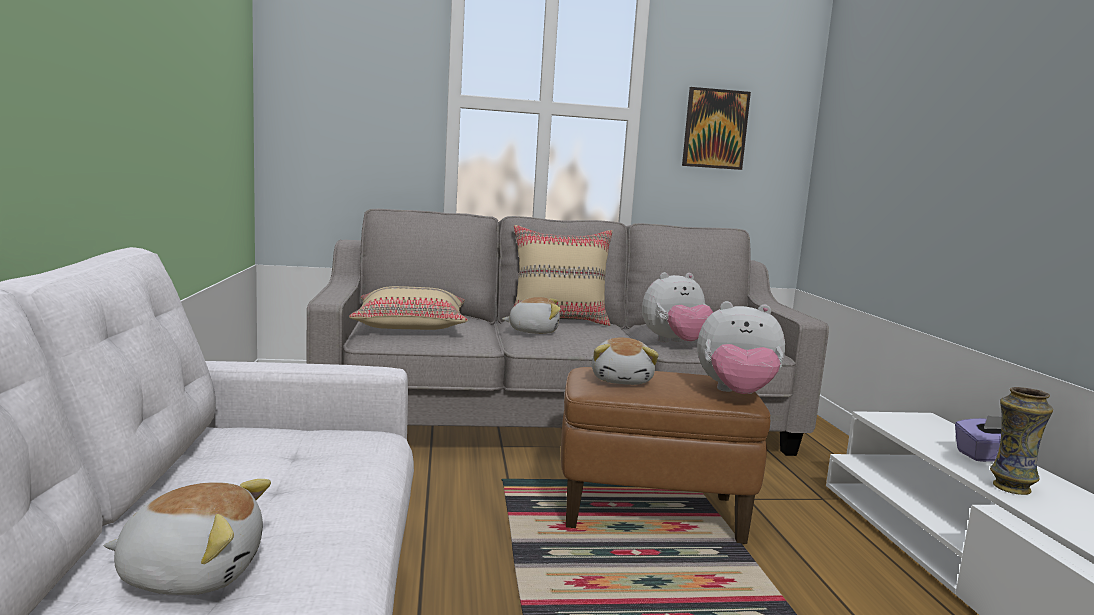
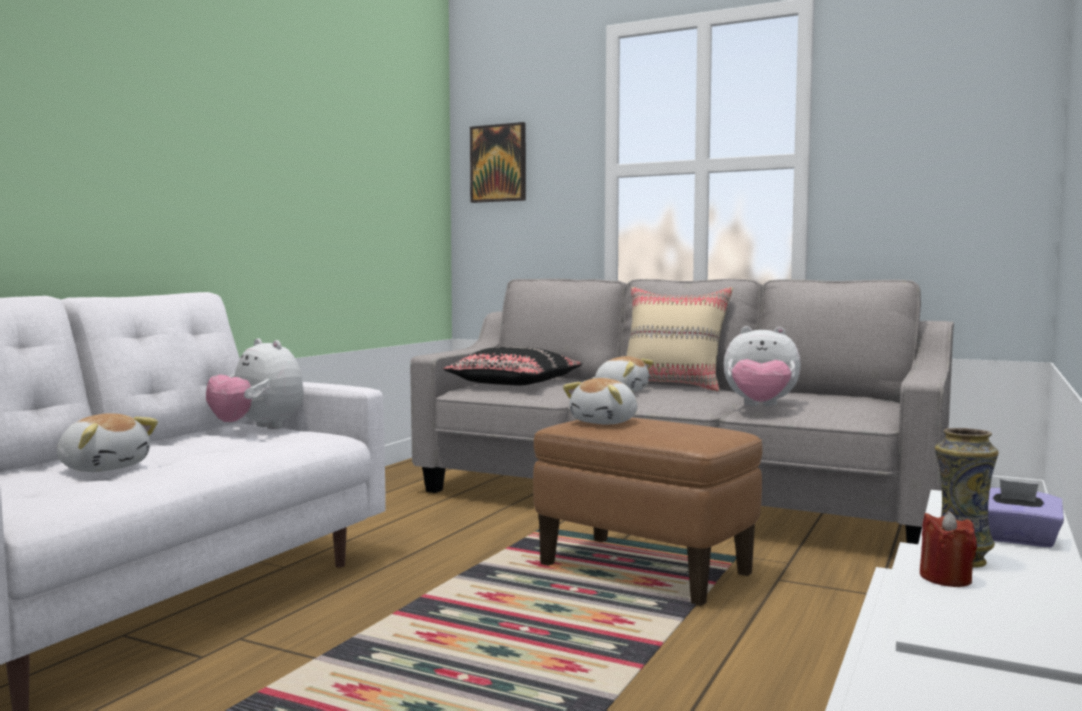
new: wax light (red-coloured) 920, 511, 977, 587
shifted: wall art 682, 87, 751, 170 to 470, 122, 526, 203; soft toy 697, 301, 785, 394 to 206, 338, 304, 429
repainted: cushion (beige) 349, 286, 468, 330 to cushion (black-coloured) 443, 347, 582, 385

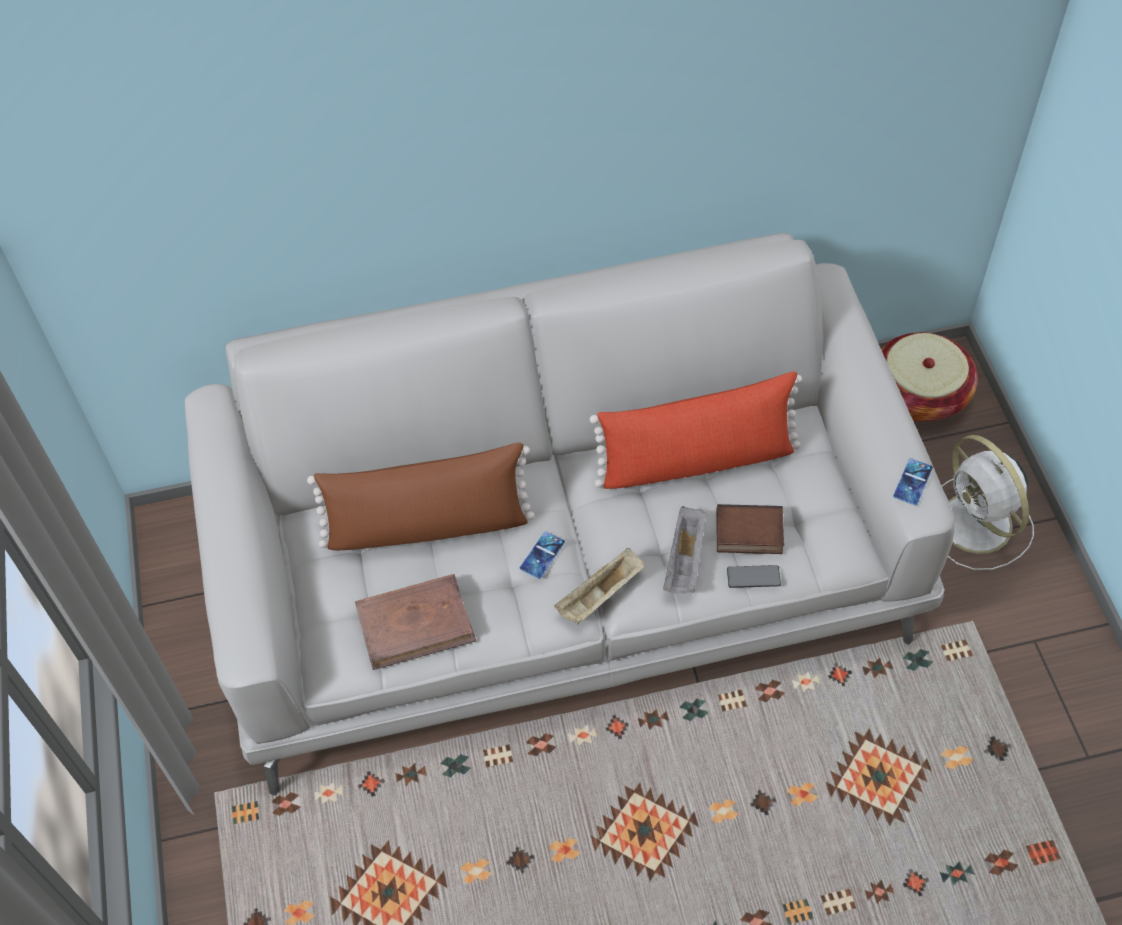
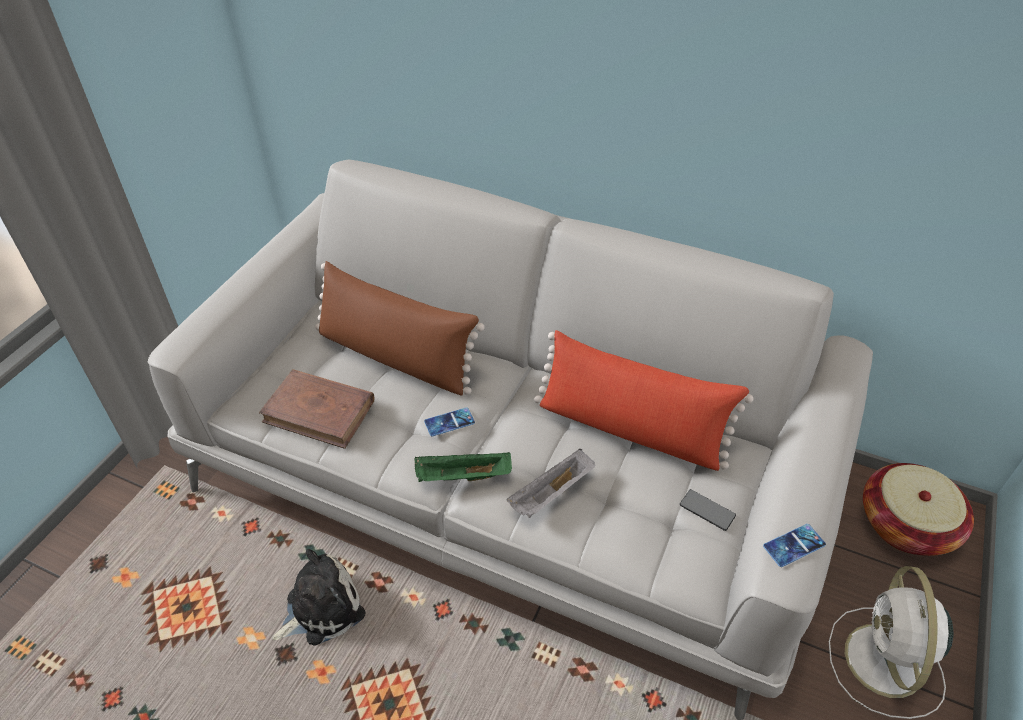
gone: book 716, 504, 784, 554
new: soft toy 272, 549, 365, 646
shifted: telephone 727, 565, 781, 588 to 680, 489, 736, 531
repainted: serving tray (beige) 554, 548, 644, 625 to serving tray (green) 414, 452, 512, 482

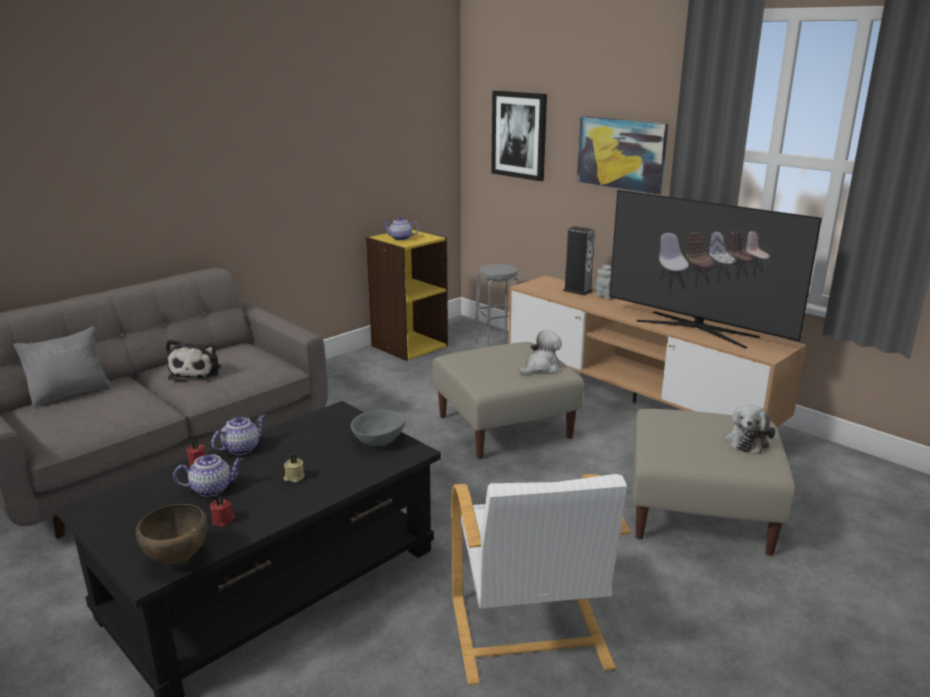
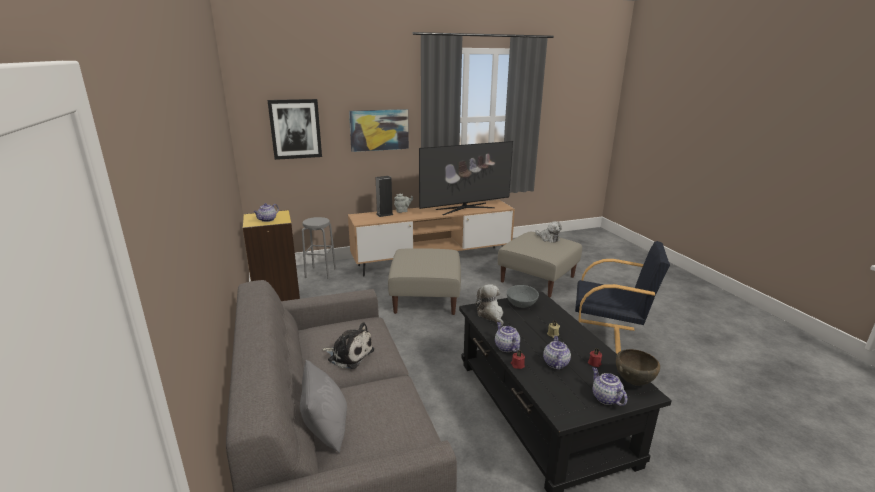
new: tea pot 592, 367, 628, 406
shifted: soft toy 519, 330, 562, 376 to 475, 284, 504, 325
repainted: lounge chair (whitish) 451, 474, 631, 685 to lounge chair (black-coloured) 575, 241, 670, 354

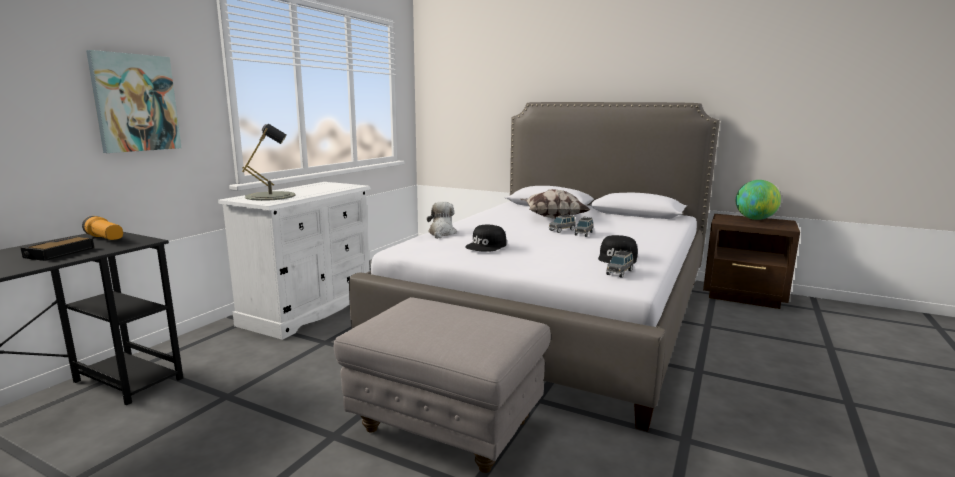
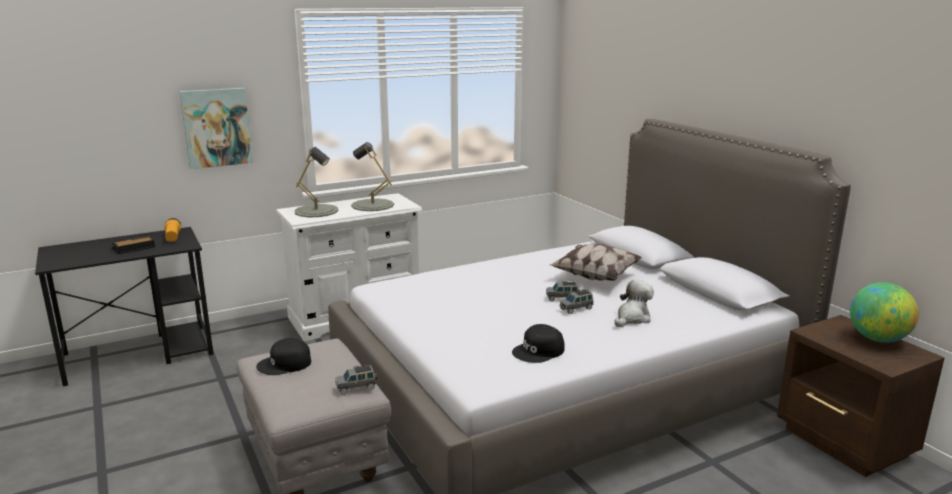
new: table lamp (gray) 351, 142, 394, 211
shifted: soft toy 427, 201, 457, 239 to 614, 280, 654, 327; baseball cap (black-coloured) 465, 224, 507, 252 to 256, 338, 311, 375; model car (gray) 606, 250, 633, 278 to 336, 364, 377, 395

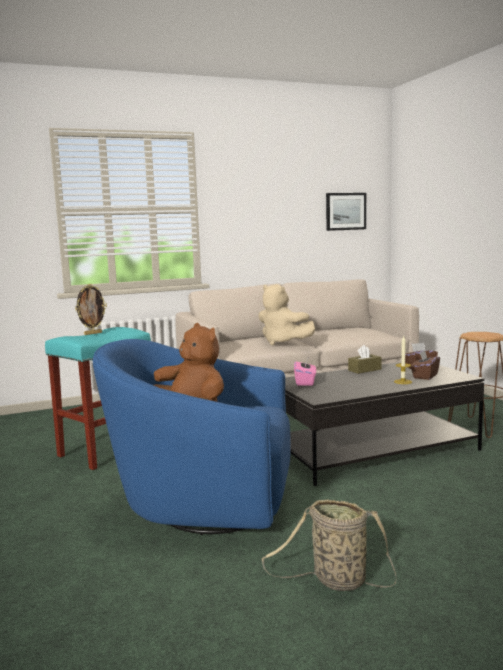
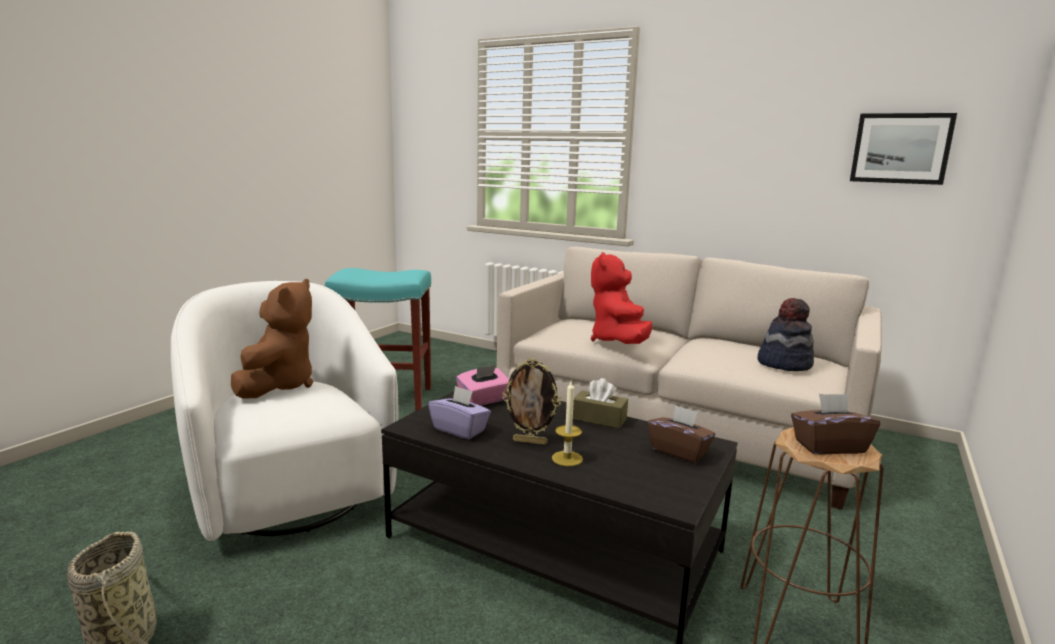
new: tissue box (purple-coloured) 428, 386, 491, 439; wearable hat 757, 298, 814, 371
shifted: standing frame 75, 284, 107, 335 to 502, 358, 561, 445; tissue box (brownish) 411, 350, 440, 380 to 791, 394, 880, 455
repainted: lounge chair (blue) 93, 339, 291, 535 to lounge chair (whitish) 171, 281, 398, 541; soft toy (beige) 258, 284, 315, 346 to soft toy (red-coloured) 591, 252, 652, 344

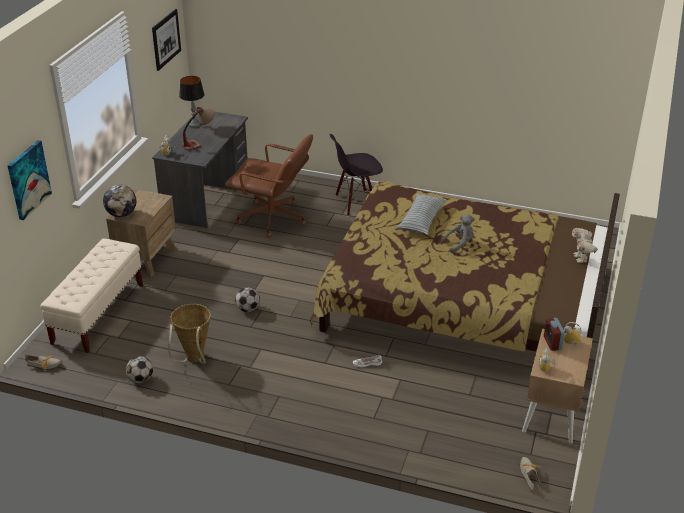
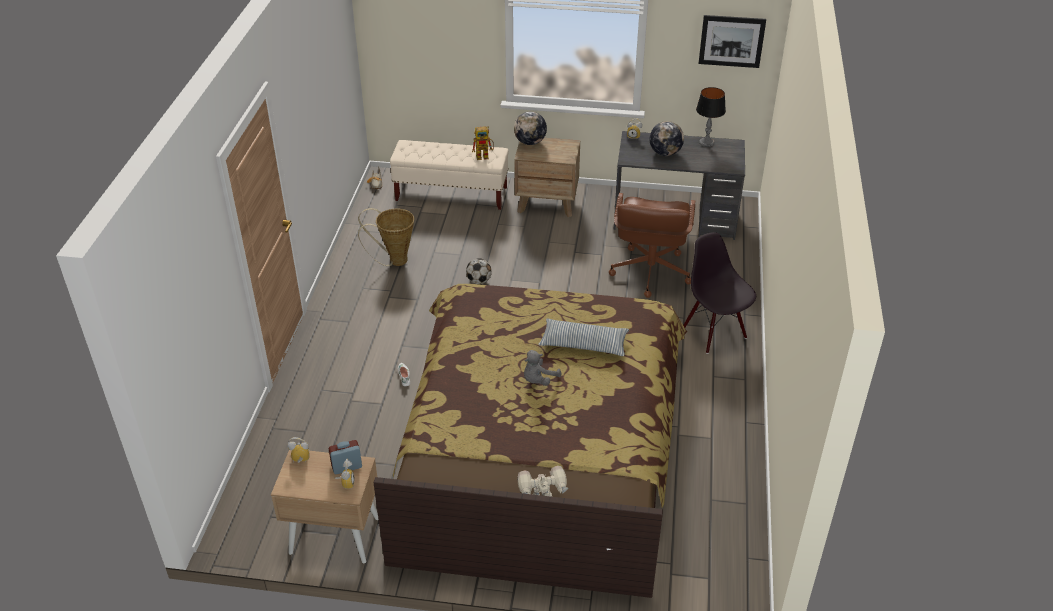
gone: wall art 7, 140, 52, 220; football 126, 356, 153, 383; shoe 519, 457, 540, 492
new: model robot 472, 126, 494, 160
swapped: table lamp 182, 107, 215, 151 to desk globe 650, 121, 684, 156
rotated: soft toy (gray) 441, 214, 475, 253 = 524, 350, 561, 386 75 degrees clockwise

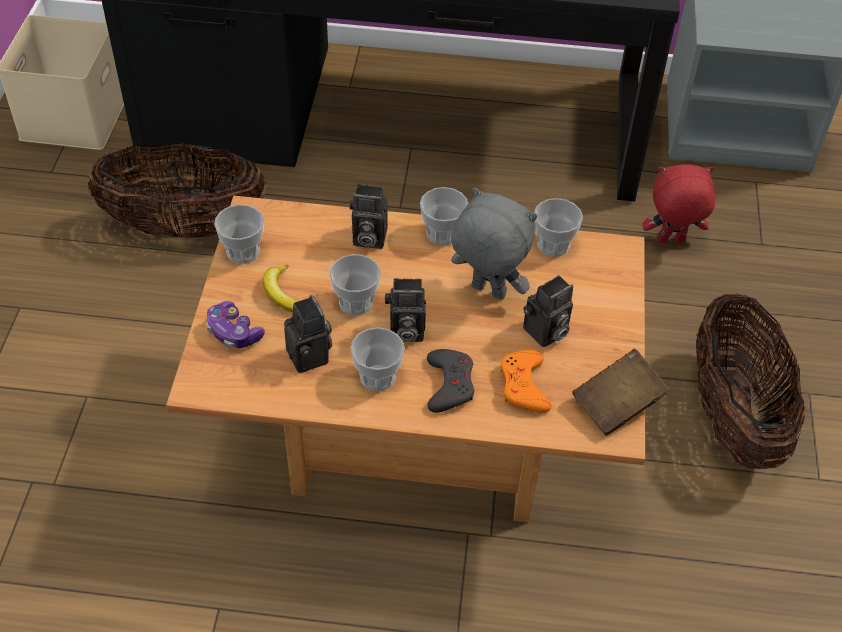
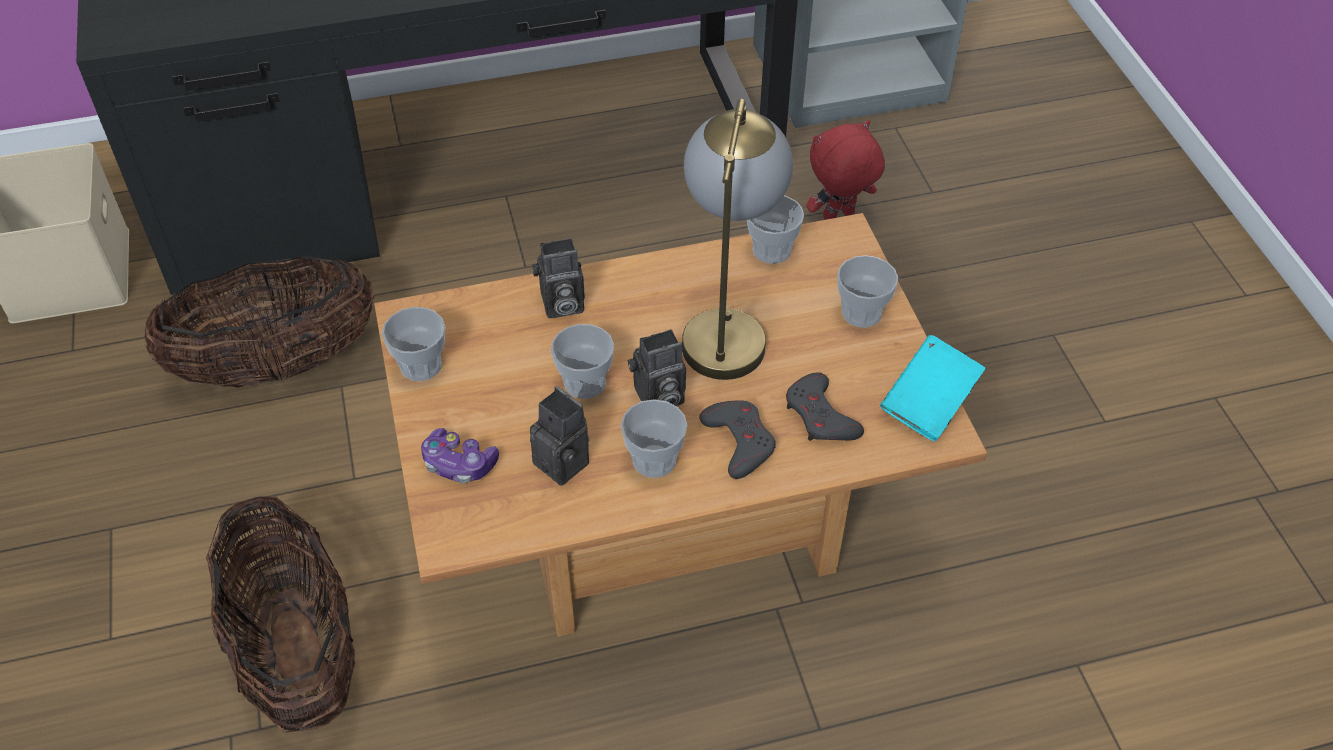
gone: banana fruit 263, 265, 298, 313; photo camera 523, 275, 573, 347
shifted: cup 420, 187, 468, 245 to 837, 255, 898, 328; basket 696, 294, 806, 469 to 206, 497, 355, 733
swapped: soft toy (gray) 451, 188, 537, 300 to table lamp 682, 99, 793, 380
repainted: game controller (orangey) 500, 350, 551, 413 to game controller (gray) 786, 373, 864, 441; book (brownish) 572, 349, 669, 436 to book (turquoise-coloured) 880, 335, 986, 441

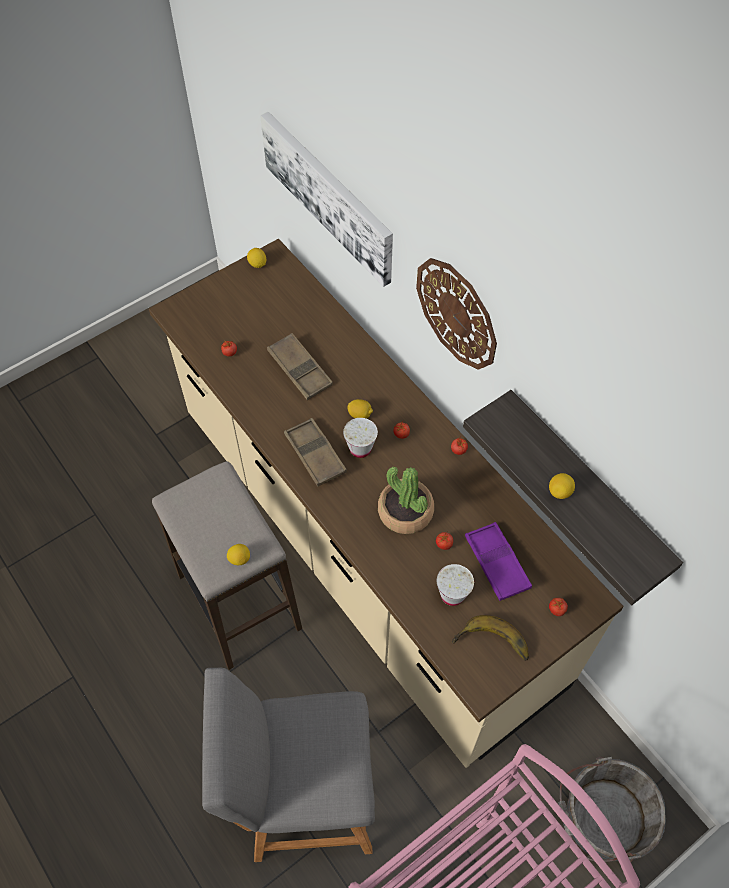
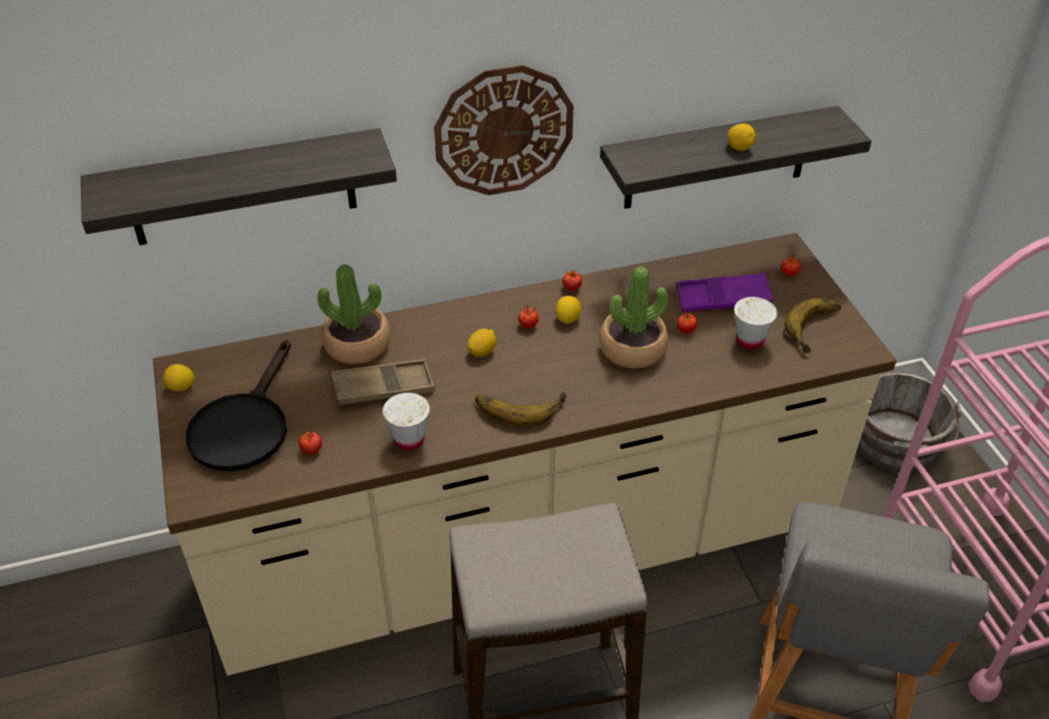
new: skillet (black-coloured) 186, 340, 291, 471; houseplant 317, 264, 391, 364
shifted: citrus fruit 227, 544, 250, 565 to 555, 296, 581, 324; cup (whitish) 343, 418, 378, 458 to 383, 393, 430, 450
swapped: wall art 260, 112, 393, 287 to wall shelf 81, 128, 397, 245; serving tray (brownish) 284, 418, 347, 487 to banana fruit 475, 392, 566, 426

